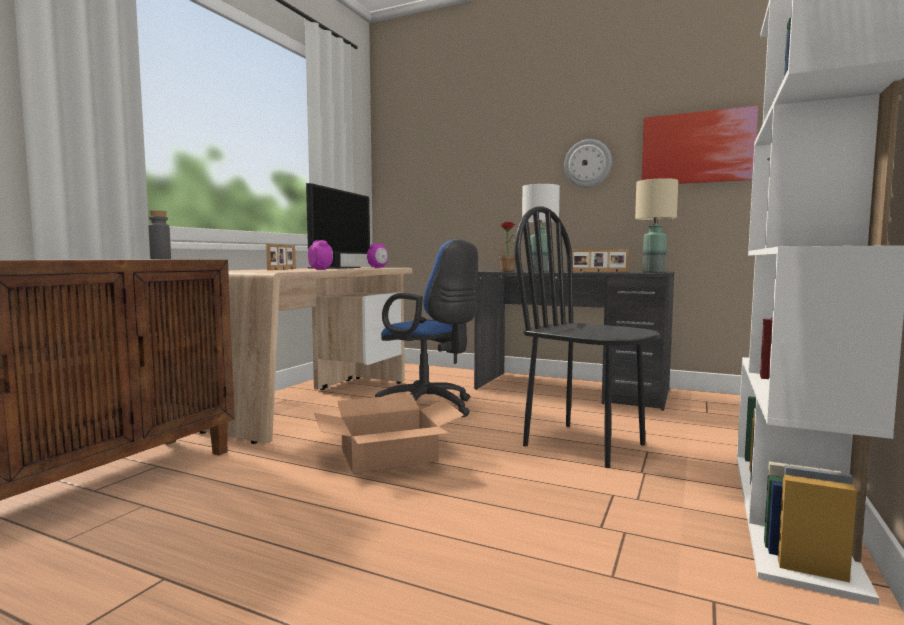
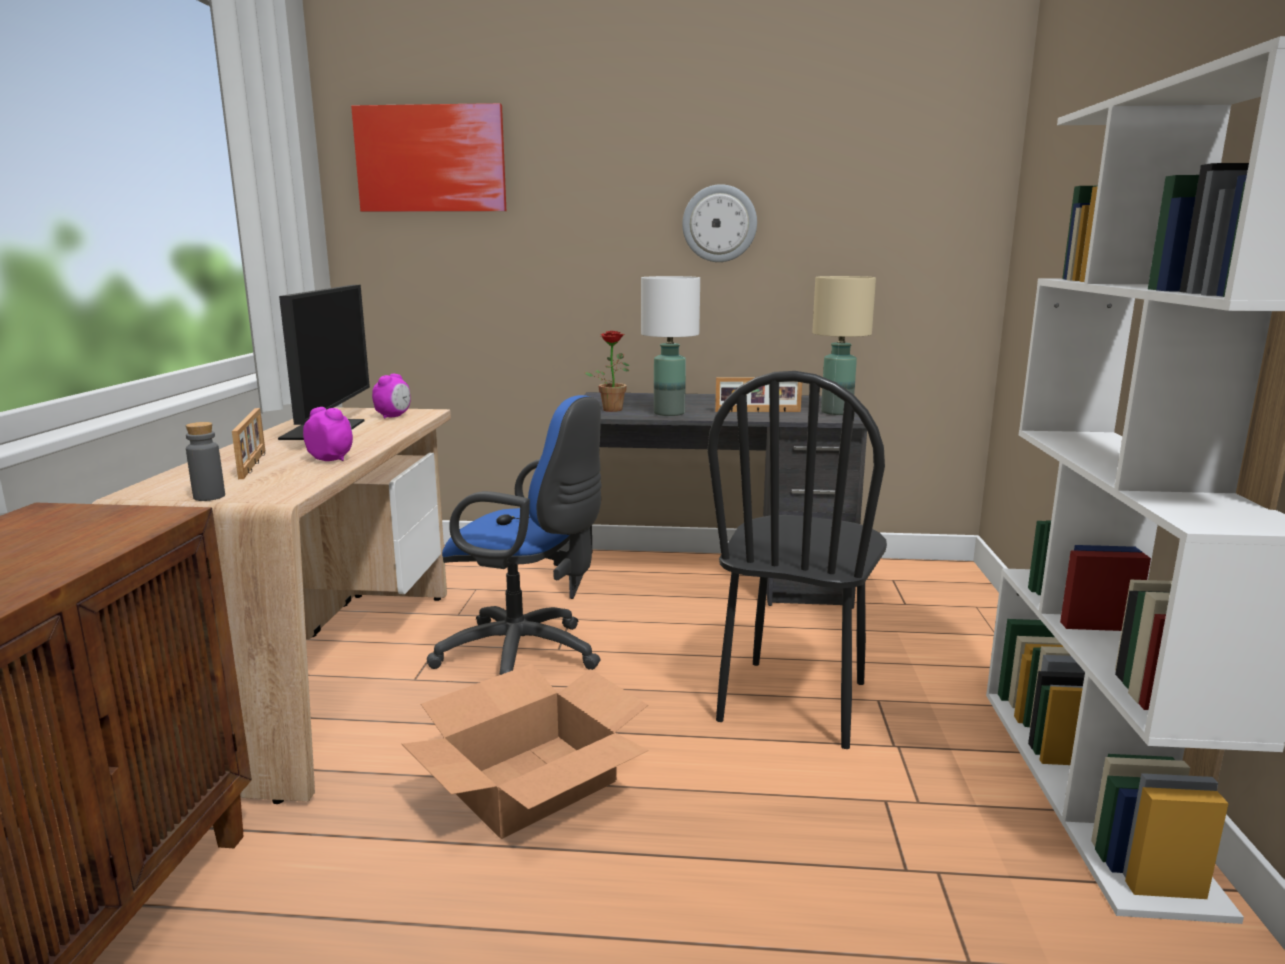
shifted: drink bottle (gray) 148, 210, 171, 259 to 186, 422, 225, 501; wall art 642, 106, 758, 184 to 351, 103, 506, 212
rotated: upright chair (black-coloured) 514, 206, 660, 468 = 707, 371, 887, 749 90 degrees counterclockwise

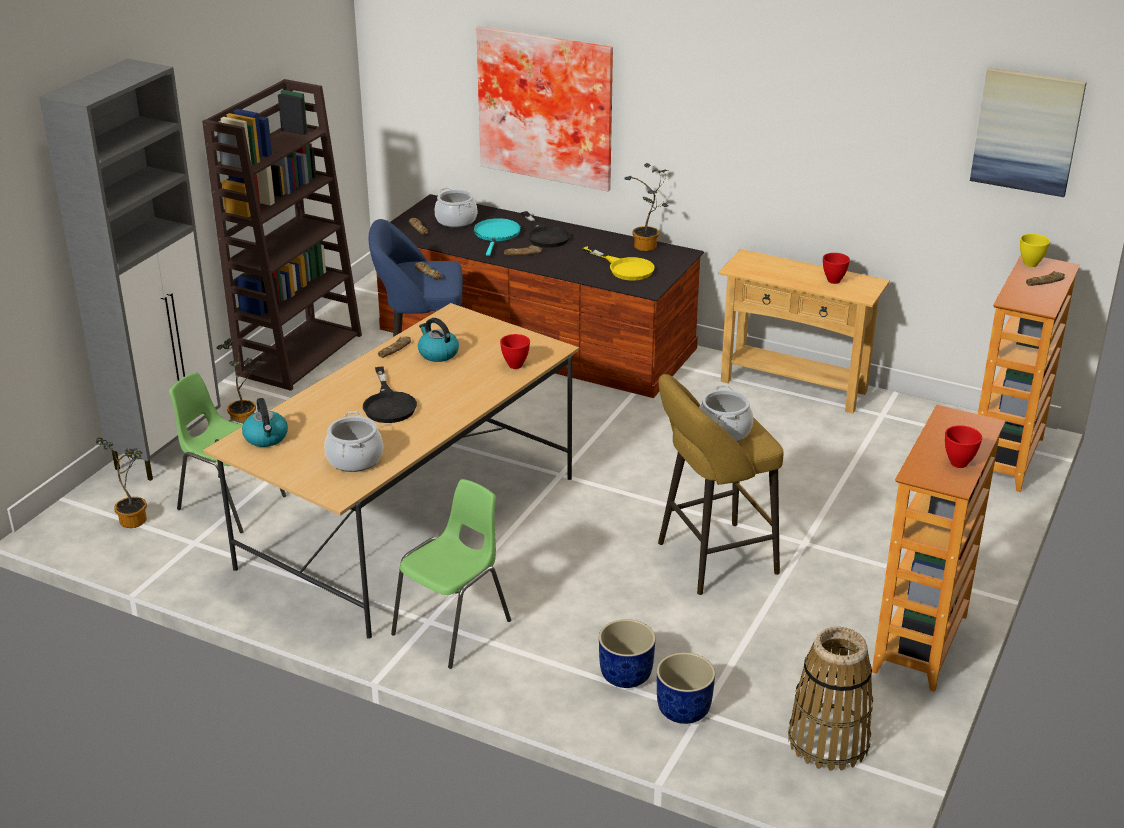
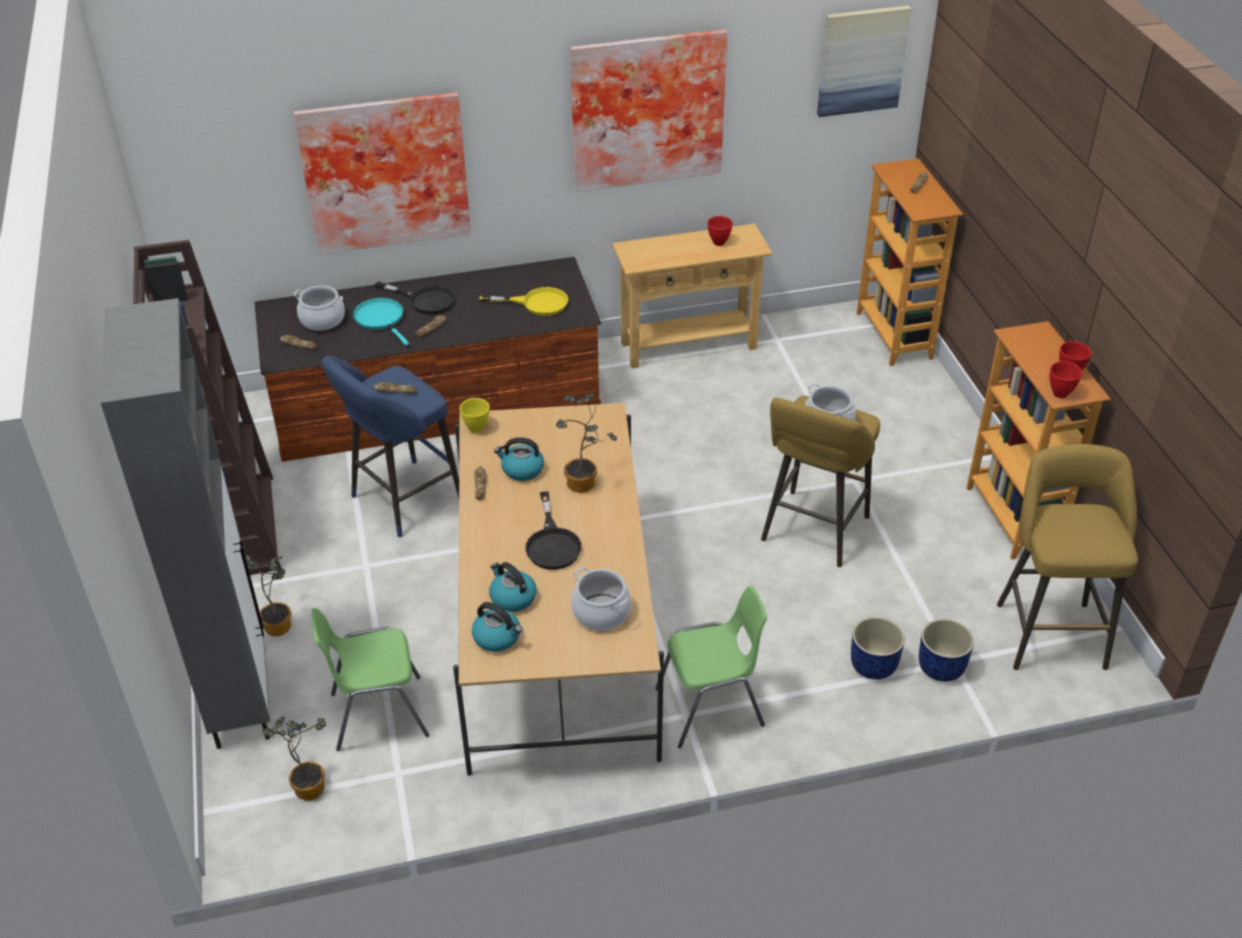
new: water kettle 489, 562, 537, 612; wall art 570, 29, 727, 192
shifted: bowl (red-coloured) 500, 334, 530, 369 to 1050, 361, 1082, 398; houseplant 624, 163, 669, 251 to 556, 393, 617, 493; bowl (yellowish) 1020, 234, 1050, 267 to 460, 398, 490, 433
swapped: basket 788, 627, 873, 771 to stool (yellowish) 997, 444, 1138, 670
rotated: skillet (black-coloured) 363, 367, 417, 423 = 525, 491, 582, 569 45 degrees clockwise; upright chair (green) 391, 479, 511, 669 = 655, 586, 767, 749 75 degrees clockwise

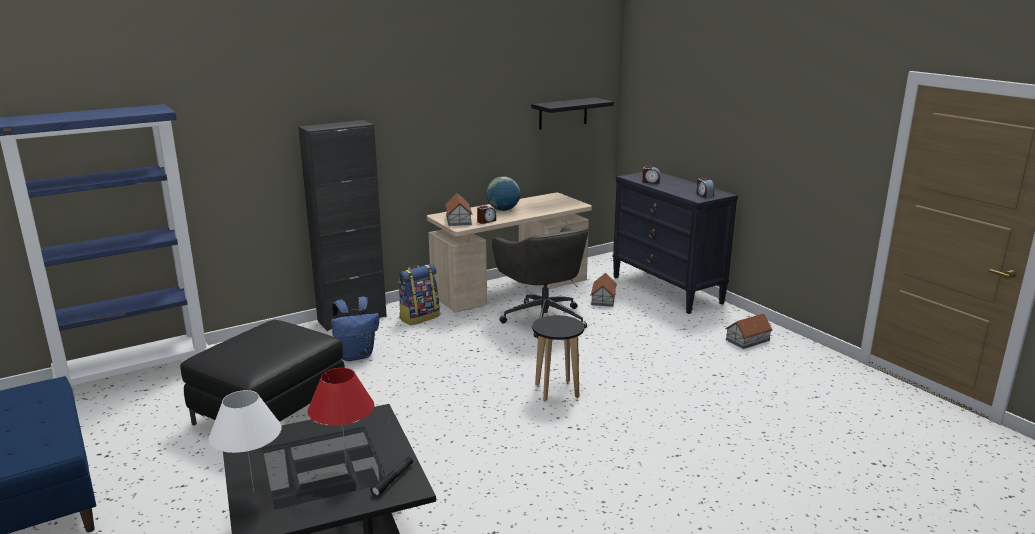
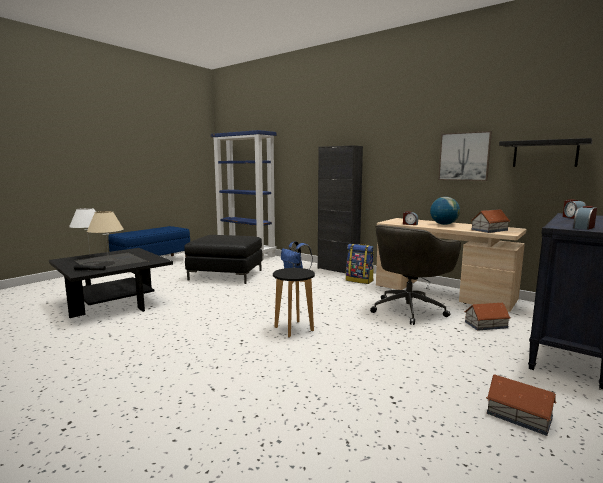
new: wall art 438, 131, 492, 181
shifted: toy house 445, 193, 473, 226 to 471, 209, 510, 233
repainted: table lamp (red-coloured) 307, 368, 374, 465 to table lamp (beige) 87, 211, 123, 262

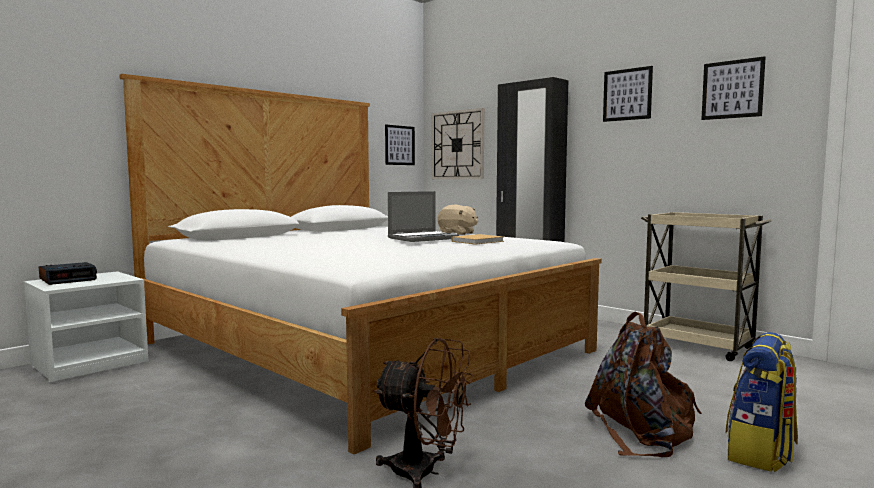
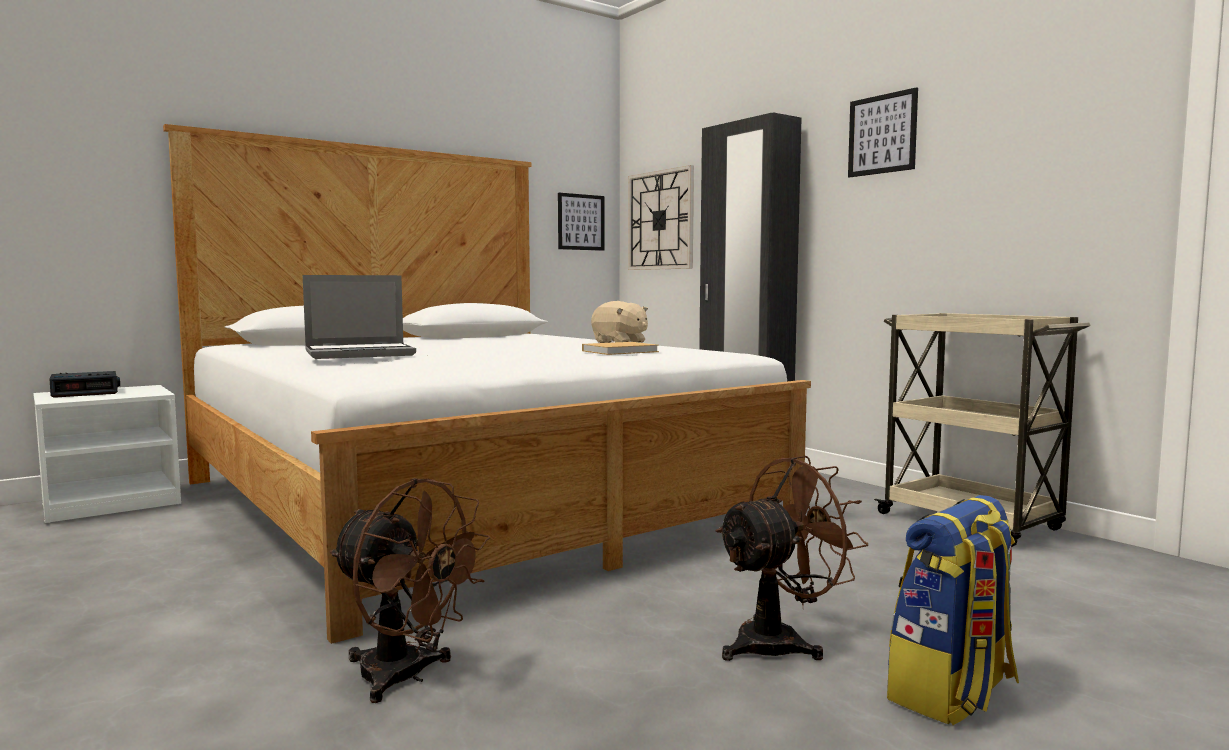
gone: wall art 701, 56, 766, 120
shifted: laptop 388, 191, 459, 242 to 303, 275, 416, 359
swapped: knapsack (brownish) 585, 312, 702, 457 to fan (brownish) 716, 456, 868, 661

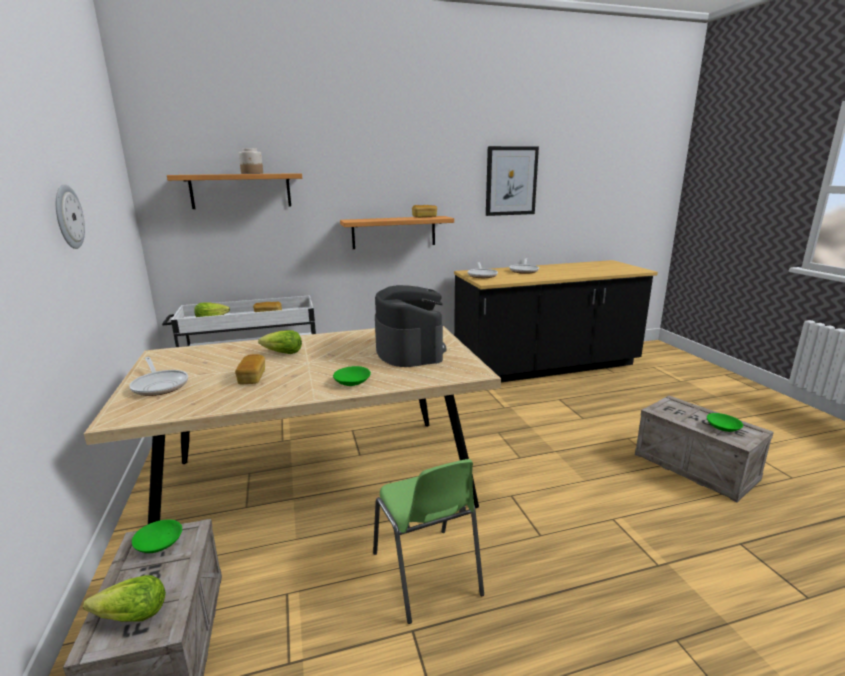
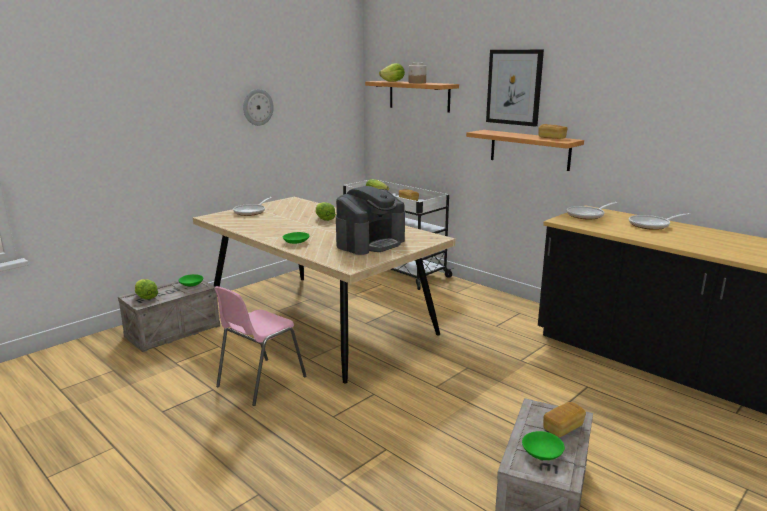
new: lettuce head 379, 63, 405, 82
shifted: bakery bread 235, 354, 265, 384 to 544, 402, 586, 438; wall art 486, 146, 539, 216 to 486, 50, 544, 127
repainted: upright chair (green) 373, 459, 484, 624 to upright chair (pinkish) 214, 286, 307, 406

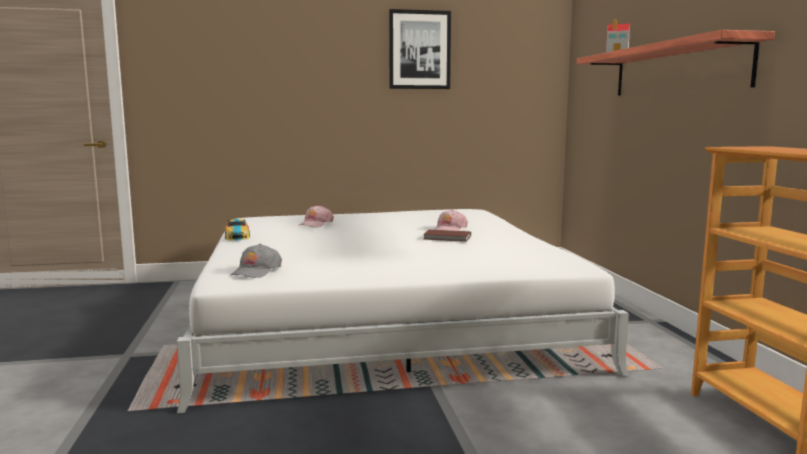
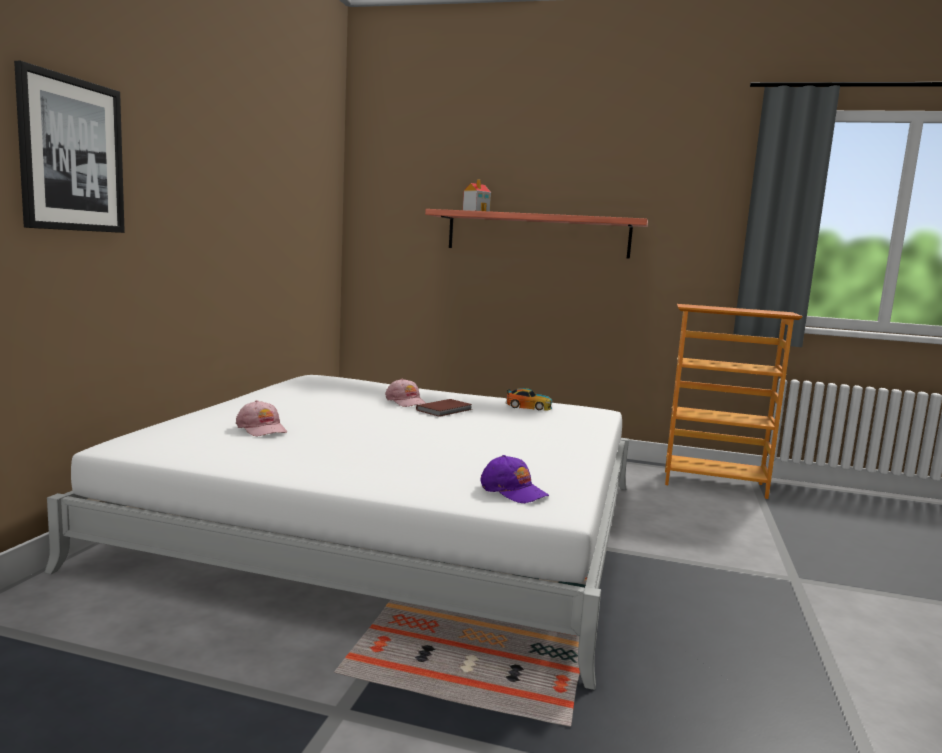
shifted: model car 225, 219, 250, 240 to 505, 388, 552, 411; wall art 389, 9, 451, 89 to 14, 61, 125, 233
repainted: baseball cap (gray) 231, 244, 282, 278 to baseball cap (purple-coloured) 480, 455, 549, 504

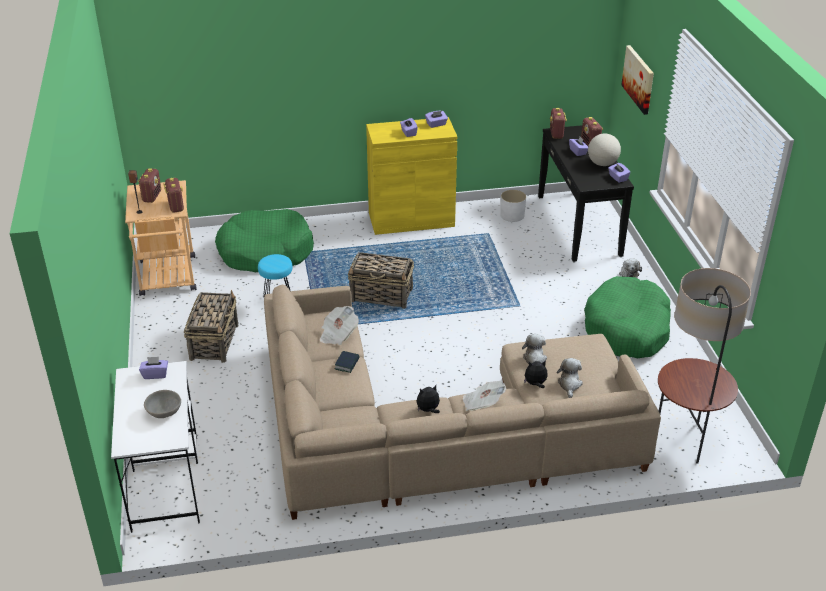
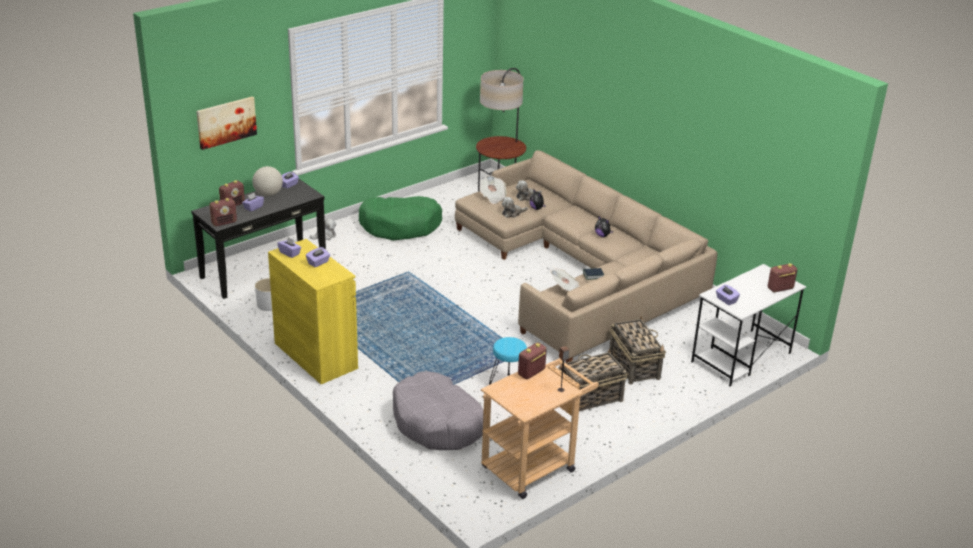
gone: bowl (gray) 144, 390, 181, 418
shifted: radio receiver 138, 168, 161, 203 to 768, 263, 797, 292; basket 348, 252, 414, 309 to 609, 315, 666, 385; newspaper 463, 381, 506, 411 to 479, 175, 507, 204
repainted: dog bed (green) 215, 209, 314, 272 to dog bed (gray) 393, 371, 484, 450

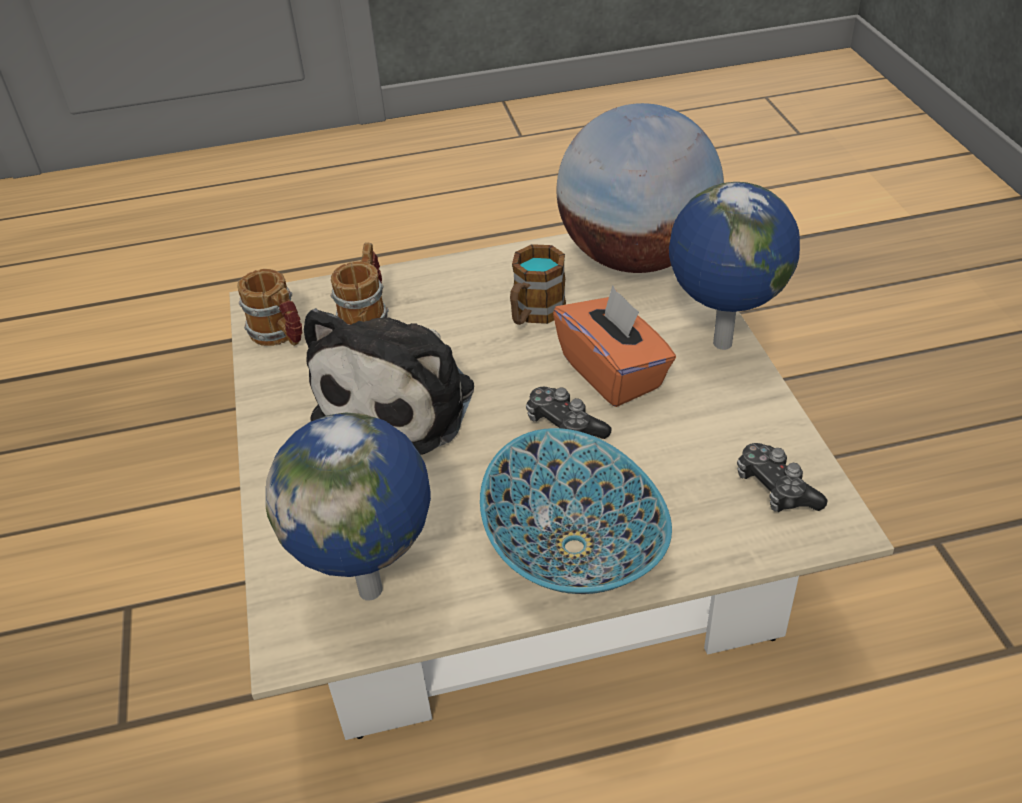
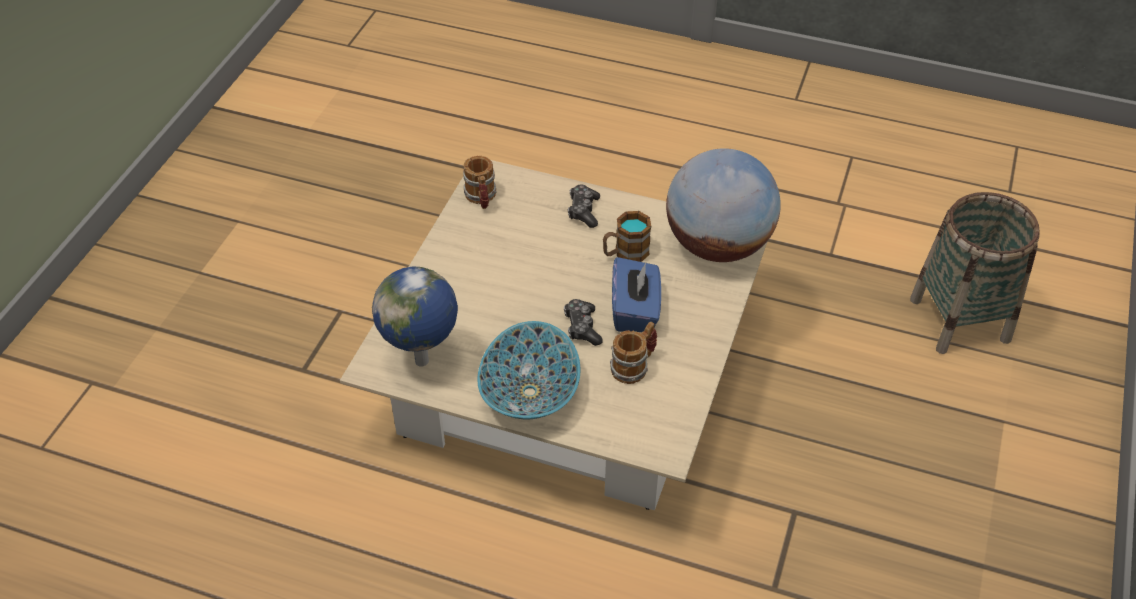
gone: soft toy 304, 308, 474, 455; desk globe 669, 182, 800, 350
new: basket 910, 192, 1040, 354
shifted: mug 331, 242, 389, 325 to 610, 322, 657, 384; game controller 737, 443, 828, 512 to 568, 185, 600, 228
repainted: tissue box (orangey) 553, 285, 676, 407 to tissue box (blue) 612, 257, 661, 332

